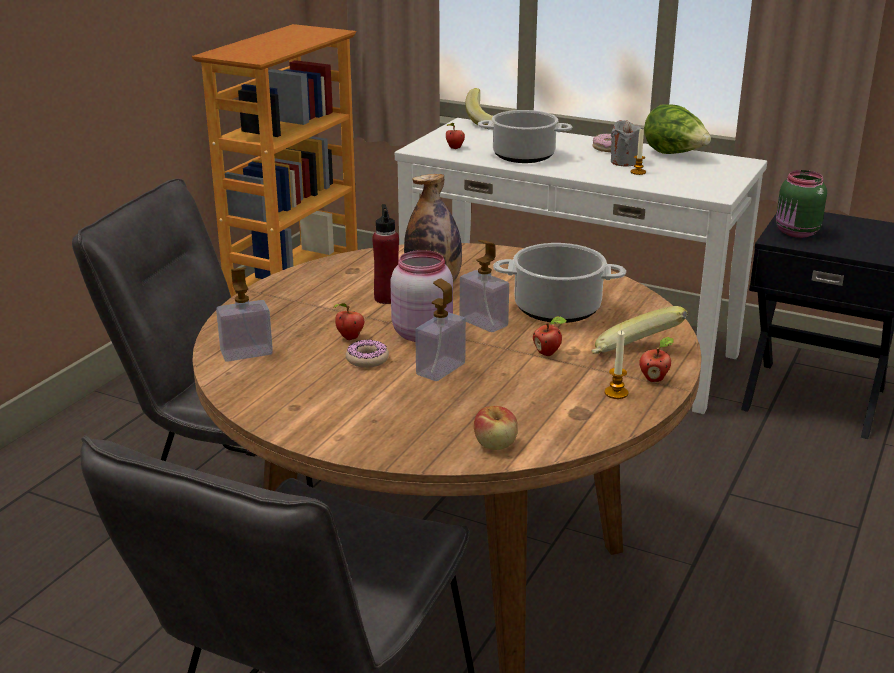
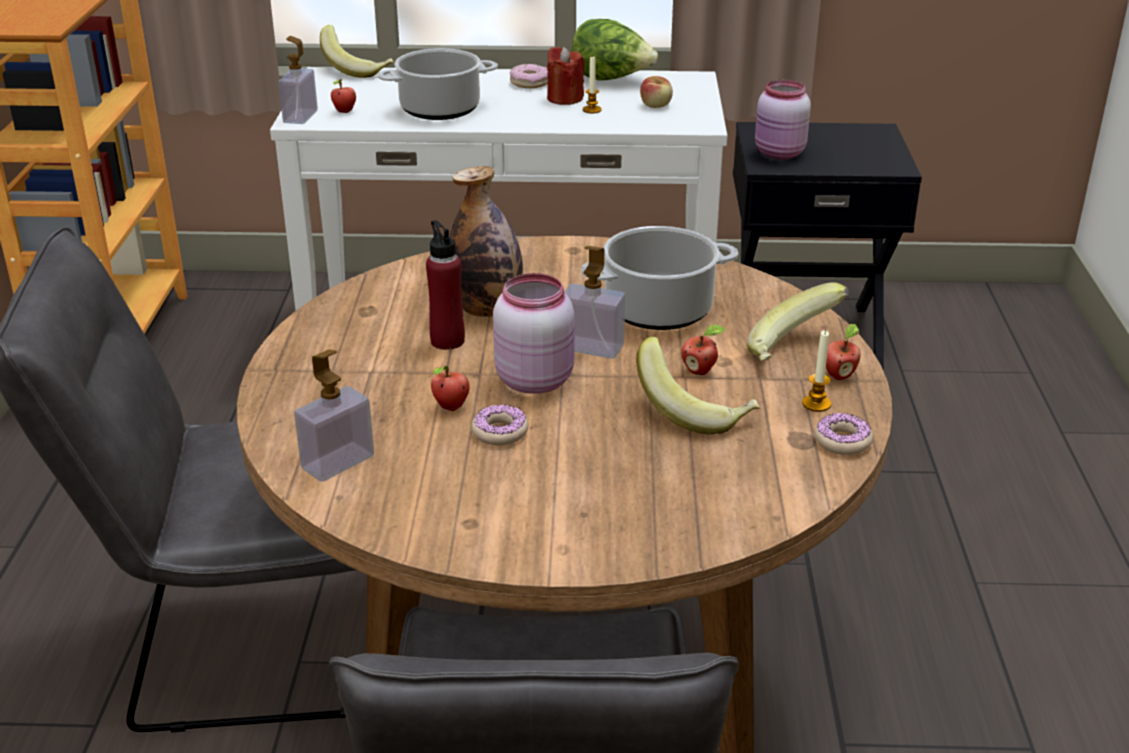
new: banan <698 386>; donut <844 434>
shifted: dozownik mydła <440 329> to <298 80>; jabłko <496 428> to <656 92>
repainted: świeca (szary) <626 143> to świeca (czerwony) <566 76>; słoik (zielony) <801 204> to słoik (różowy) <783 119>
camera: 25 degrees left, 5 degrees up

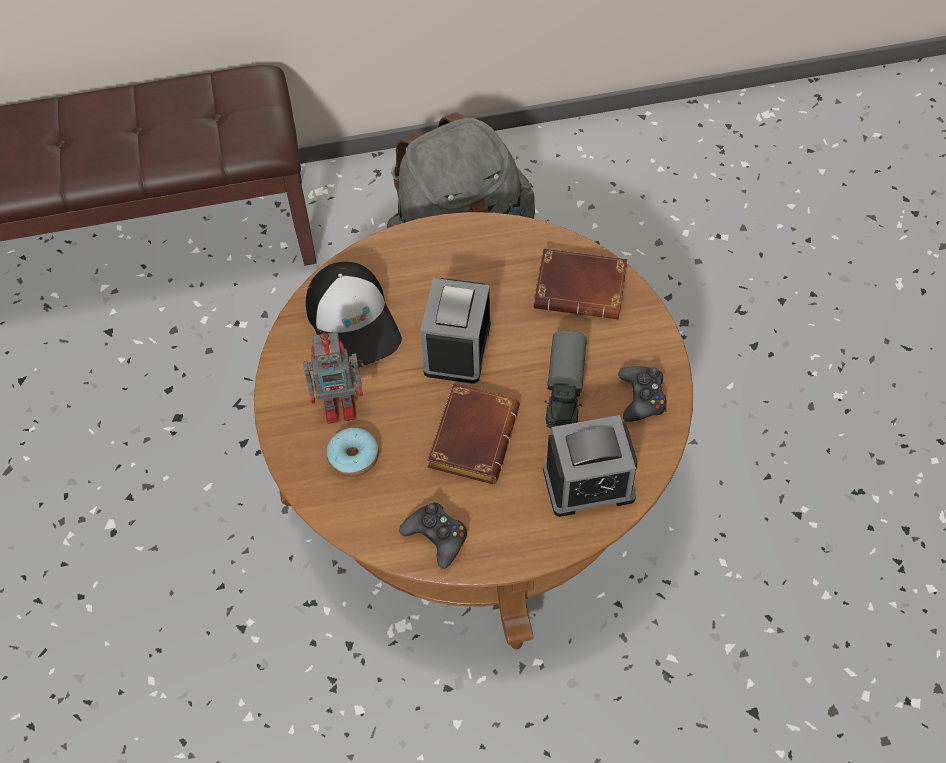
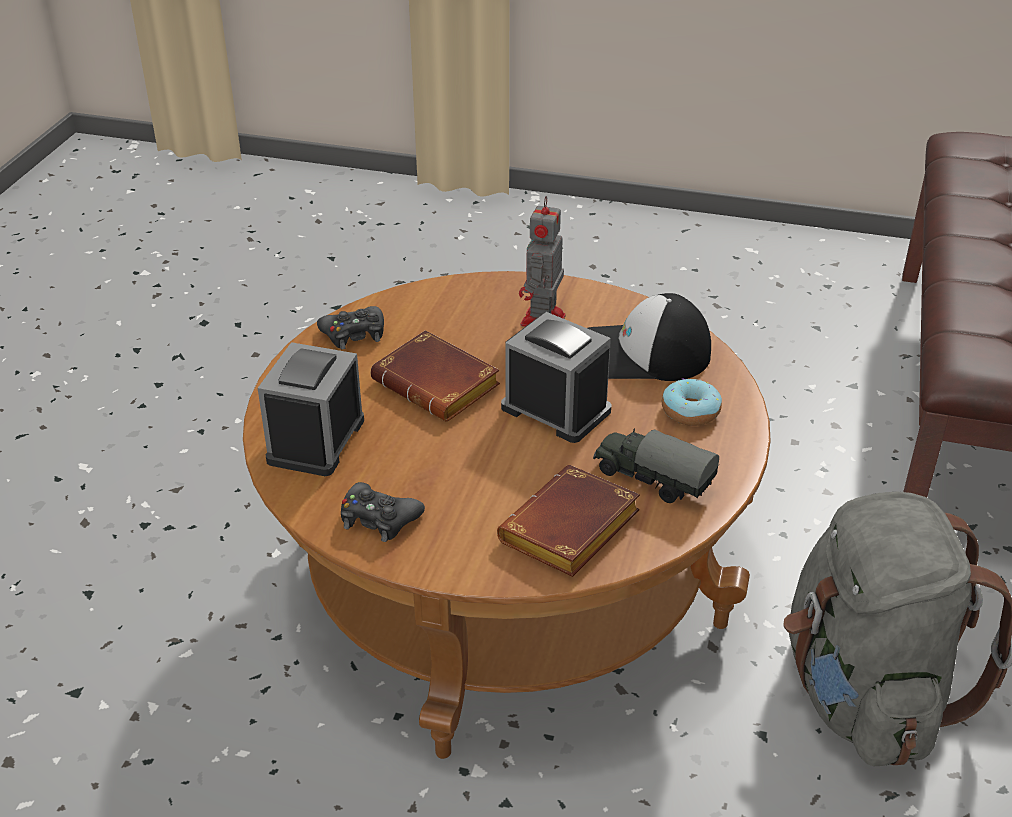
shifted: ciężarówka zabawkowa <566 380> to <656 466>; donut <353 452> to <692 402>
camera: 115 degrees right, 20 degrees down

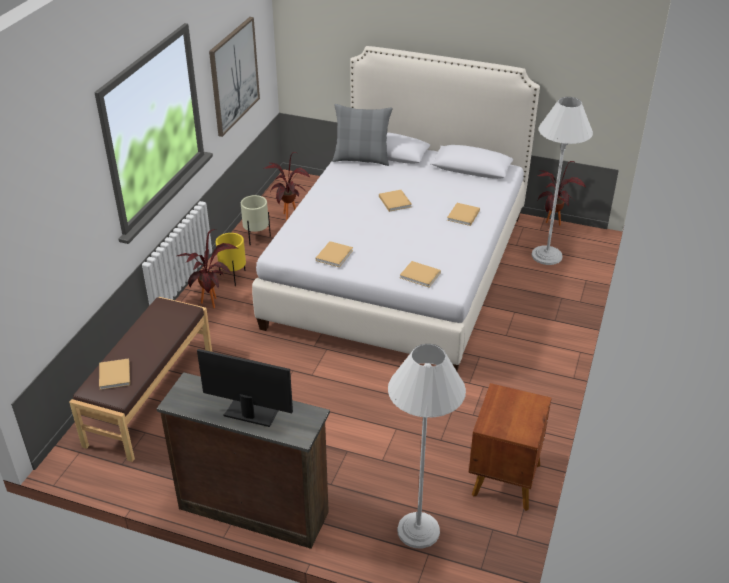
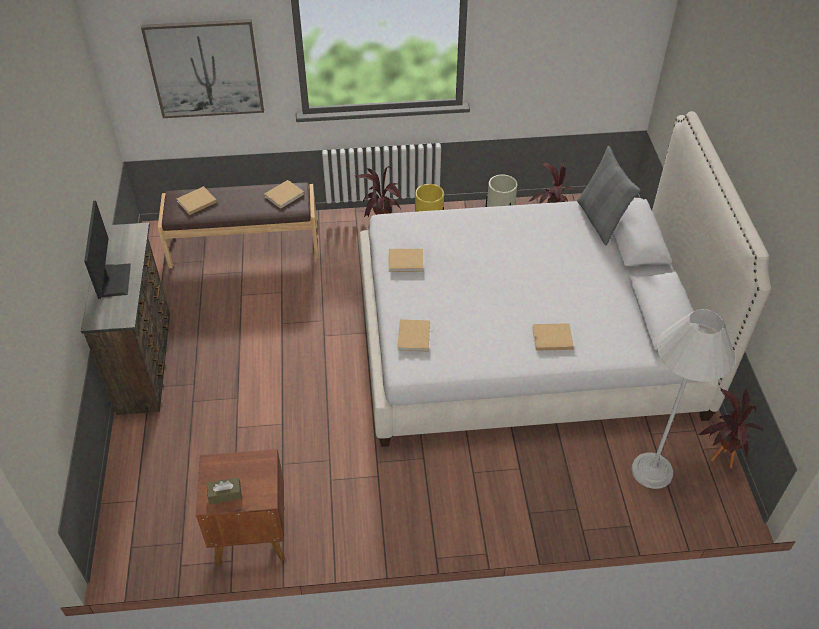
gone: lampa stojąca (biały) <427 446>
new: pudełko chusteczek (brązowy) <224 490>
shifted: obraz <234 77> to <202 68>; książka (beżowy) <395 201> to <284 194>
camera: 65 degrees right, 10 degrees up

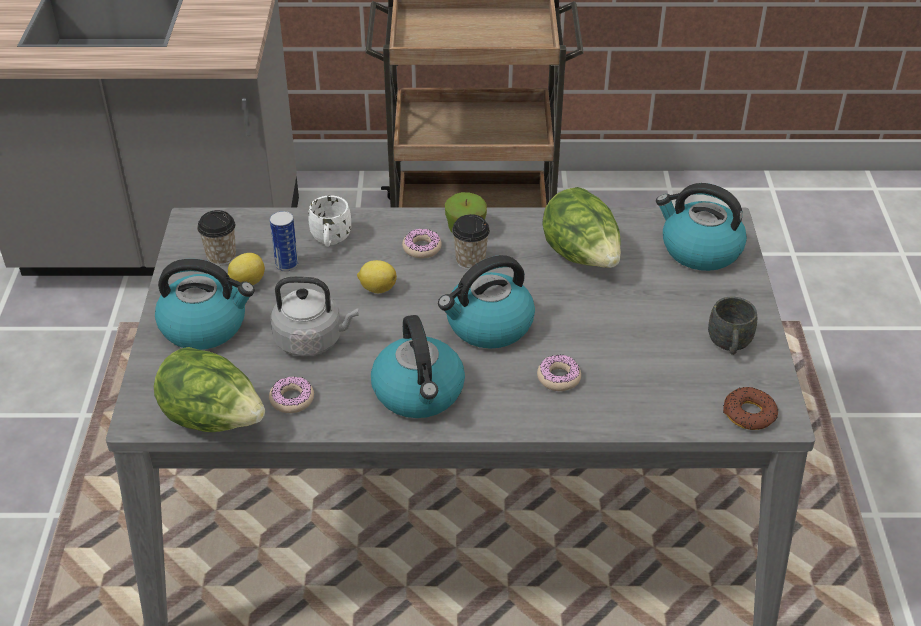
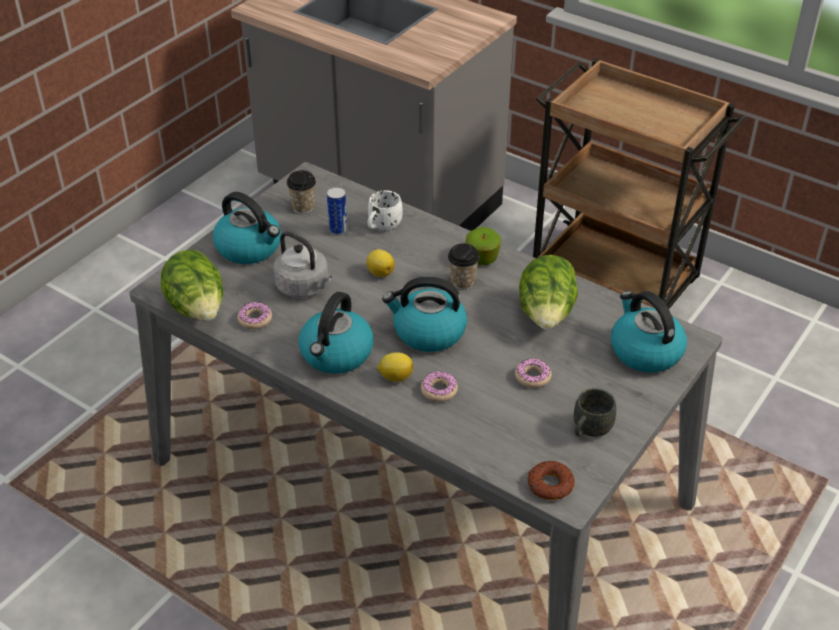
shifted: donut <422 244> to <533 373>; cytryna <246 269> to <395 367>
camera: 35 degrees right, 0 degrees up

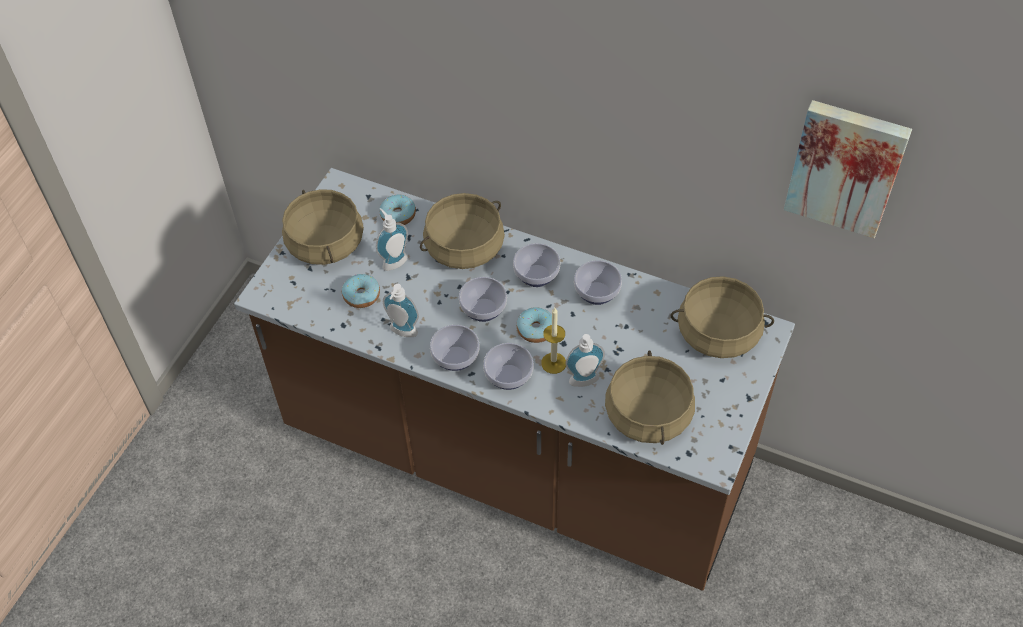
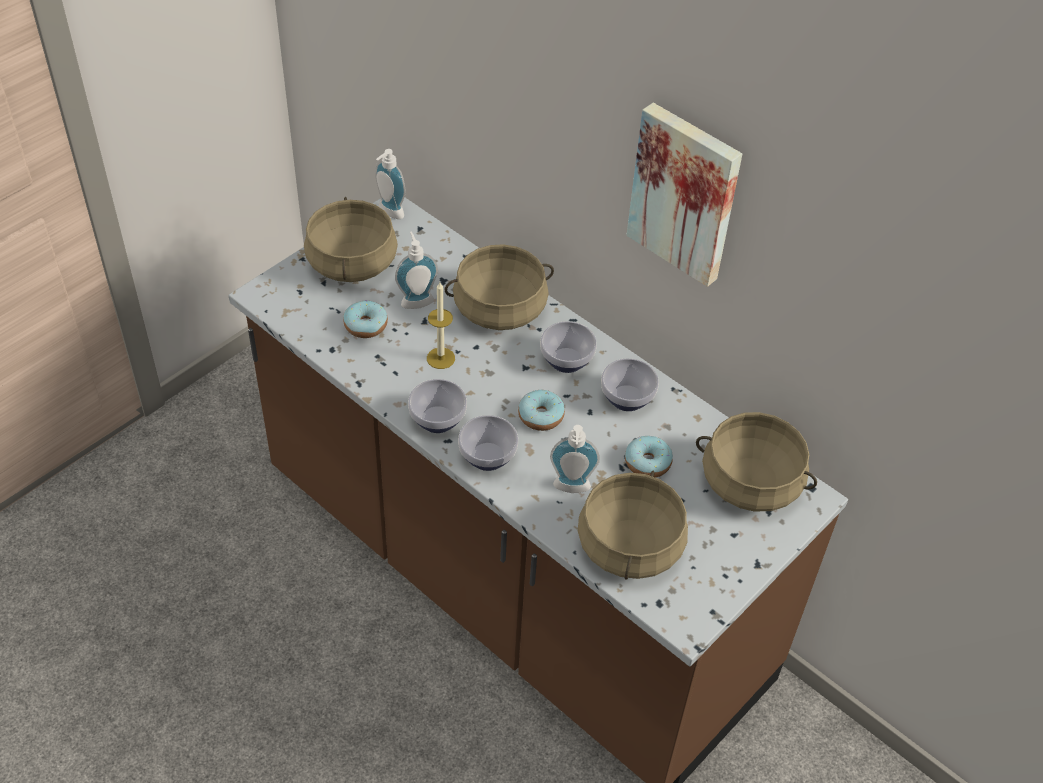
gone: miska <483 299>
shifted: obraz <848 169> to <684 195>; donut <398 209> to <649 457>; dozownik mydła <401 310> to <390 184>; świeca <553 341> to <441 325>
camera: 15 degrees right, 5 degrees down

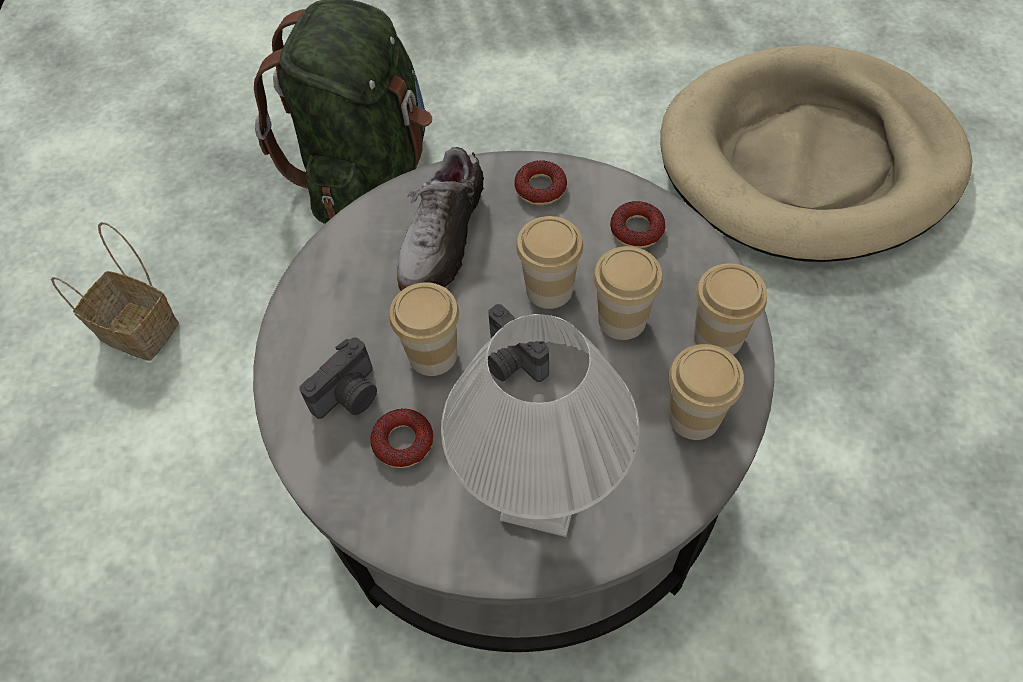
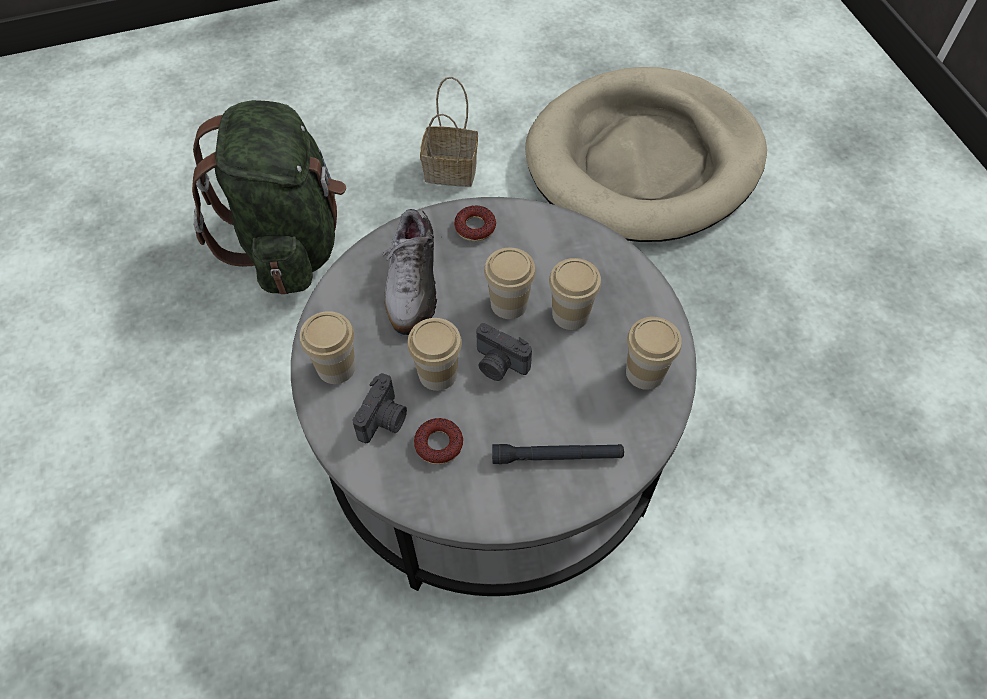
gone: donut <637 224>
shifted: koszyk <115 291> to <449 132>; filiżanka <730 309> to <328 347>
swapped: lampa stołowa (biały) <540 425> to latarka (czarny) <558 454>
camera: 20 degrees left, 0 degrees up

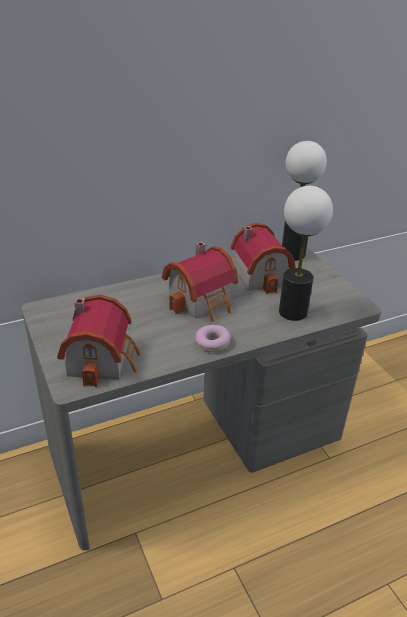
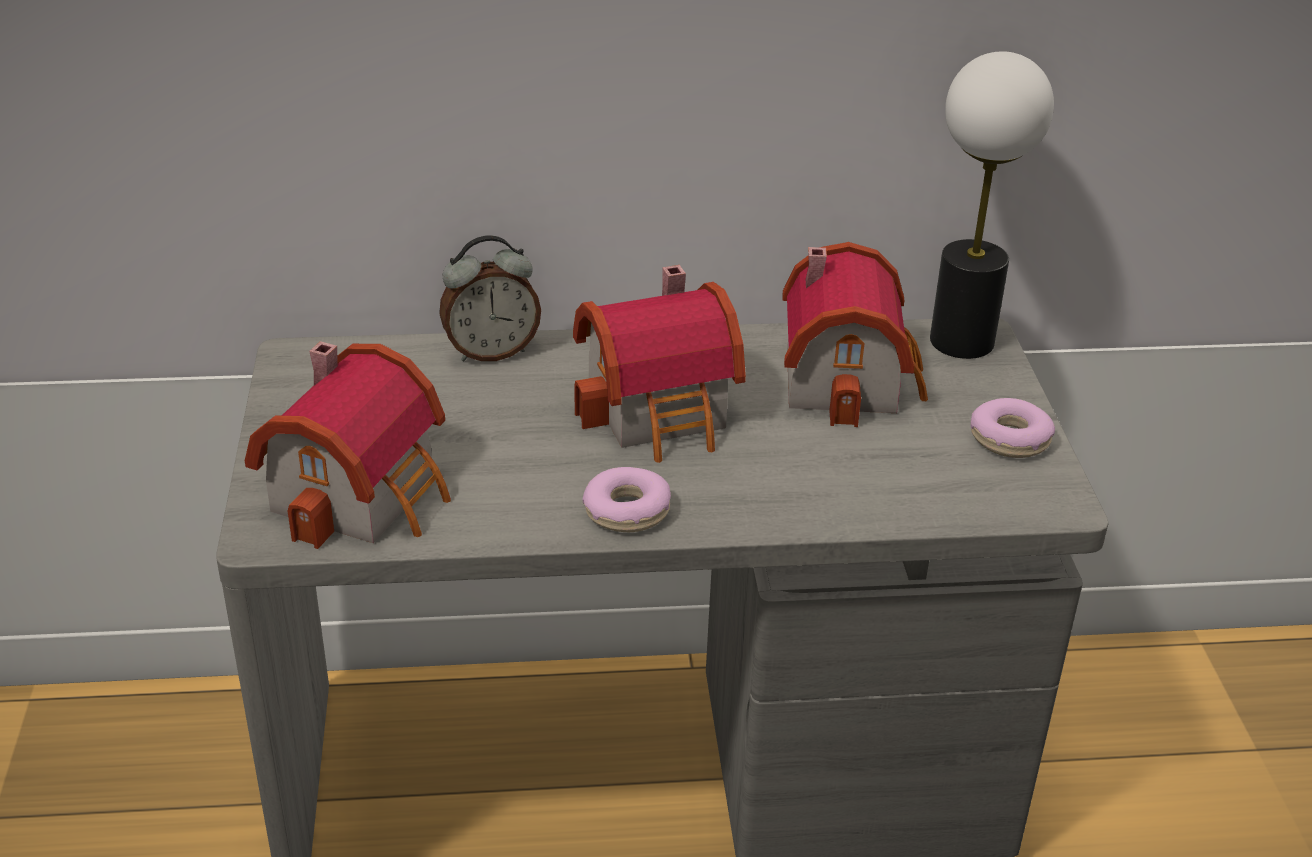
gone: lampa stołowa <306 253>
new: budzik <490 298>; donut <1012 428>
camera: 20 degrees right, 0 degrees up

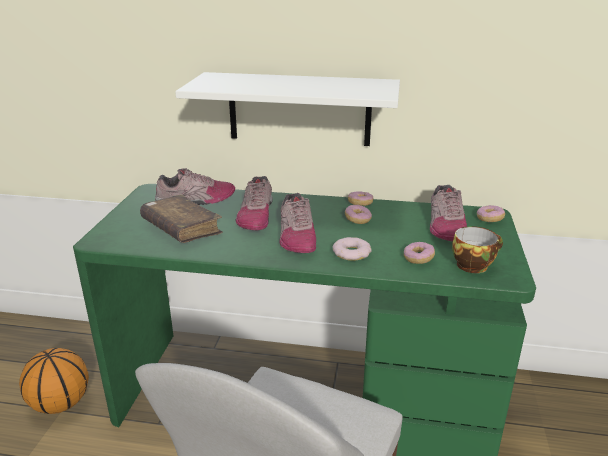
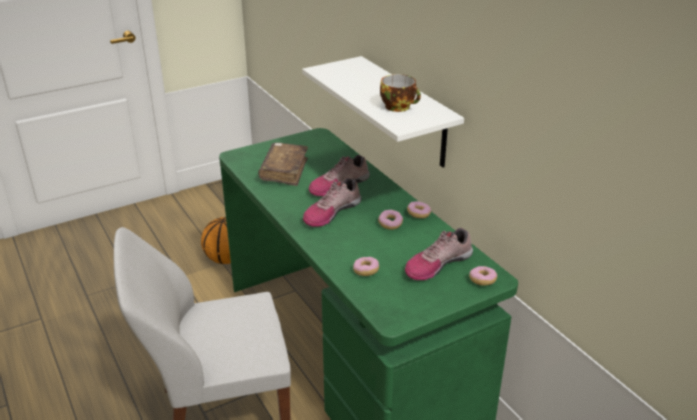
gone: but <195 186>; donut <352 249>
shifted: filiżanka <477 249> to <400 93>
camera: 50 degrees right, 5 degrees up

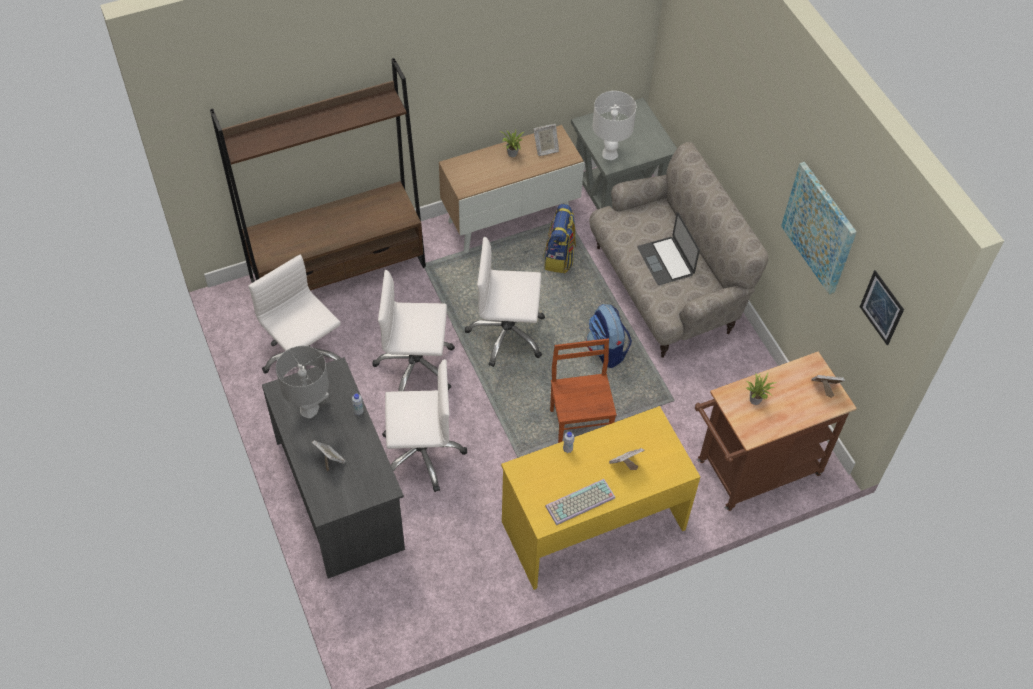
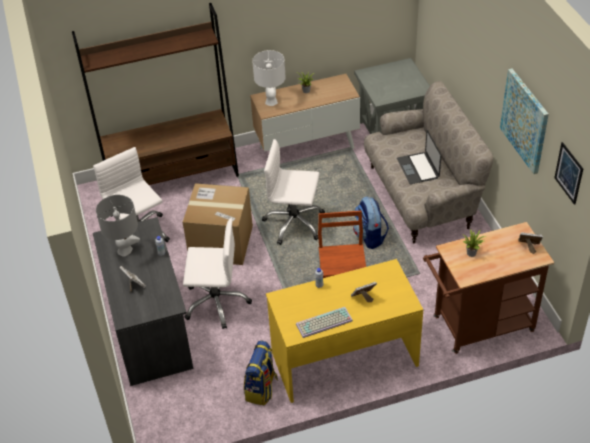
gone: ramka na zdjęcie <546 140>
shifted: lampa stołowa (biały) <614 125> to <269 78>; plecak <559 238> to <261 373>
swapped: krzesło biurowe (biały) <413 330> to karton <218 224>
camera: 10 degrees right, 10 degrees down

